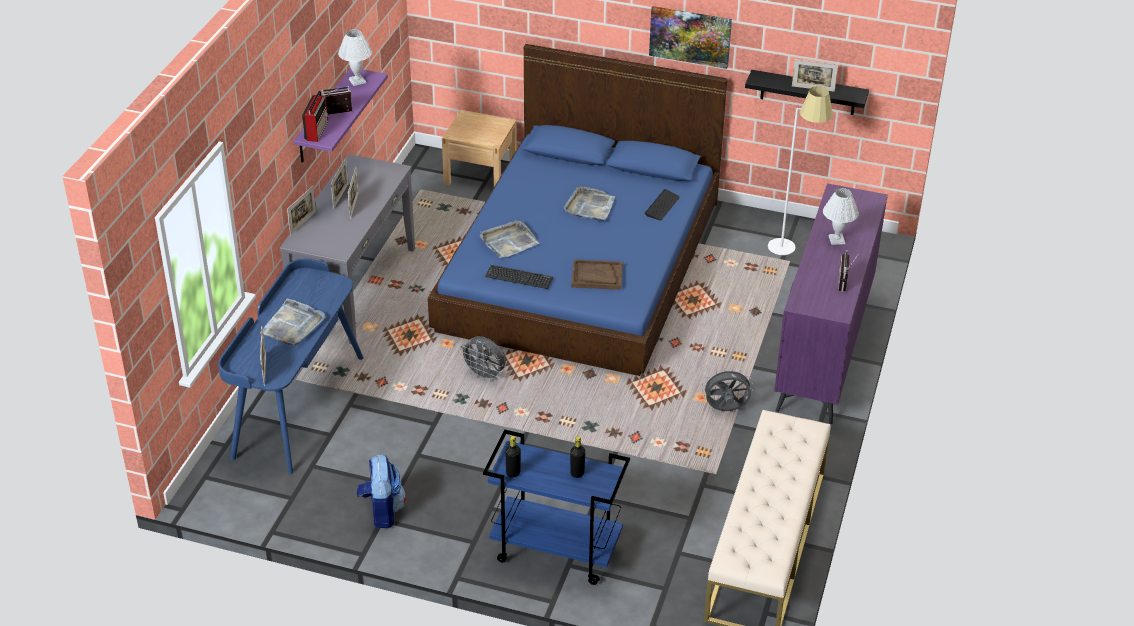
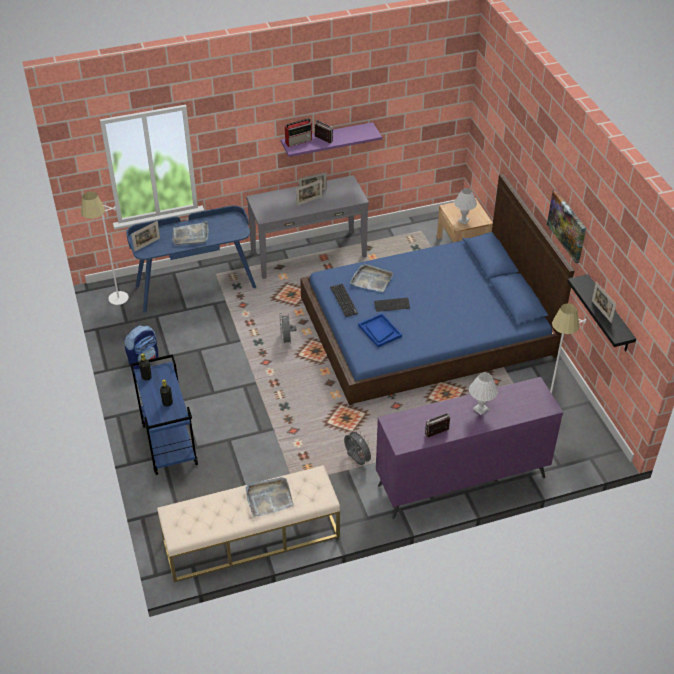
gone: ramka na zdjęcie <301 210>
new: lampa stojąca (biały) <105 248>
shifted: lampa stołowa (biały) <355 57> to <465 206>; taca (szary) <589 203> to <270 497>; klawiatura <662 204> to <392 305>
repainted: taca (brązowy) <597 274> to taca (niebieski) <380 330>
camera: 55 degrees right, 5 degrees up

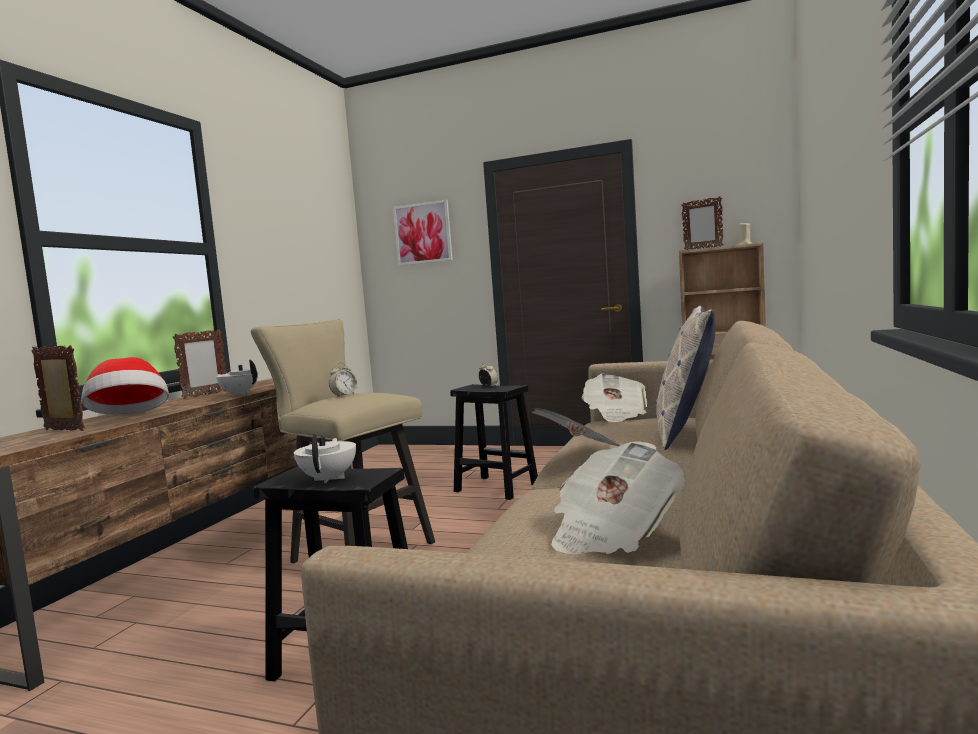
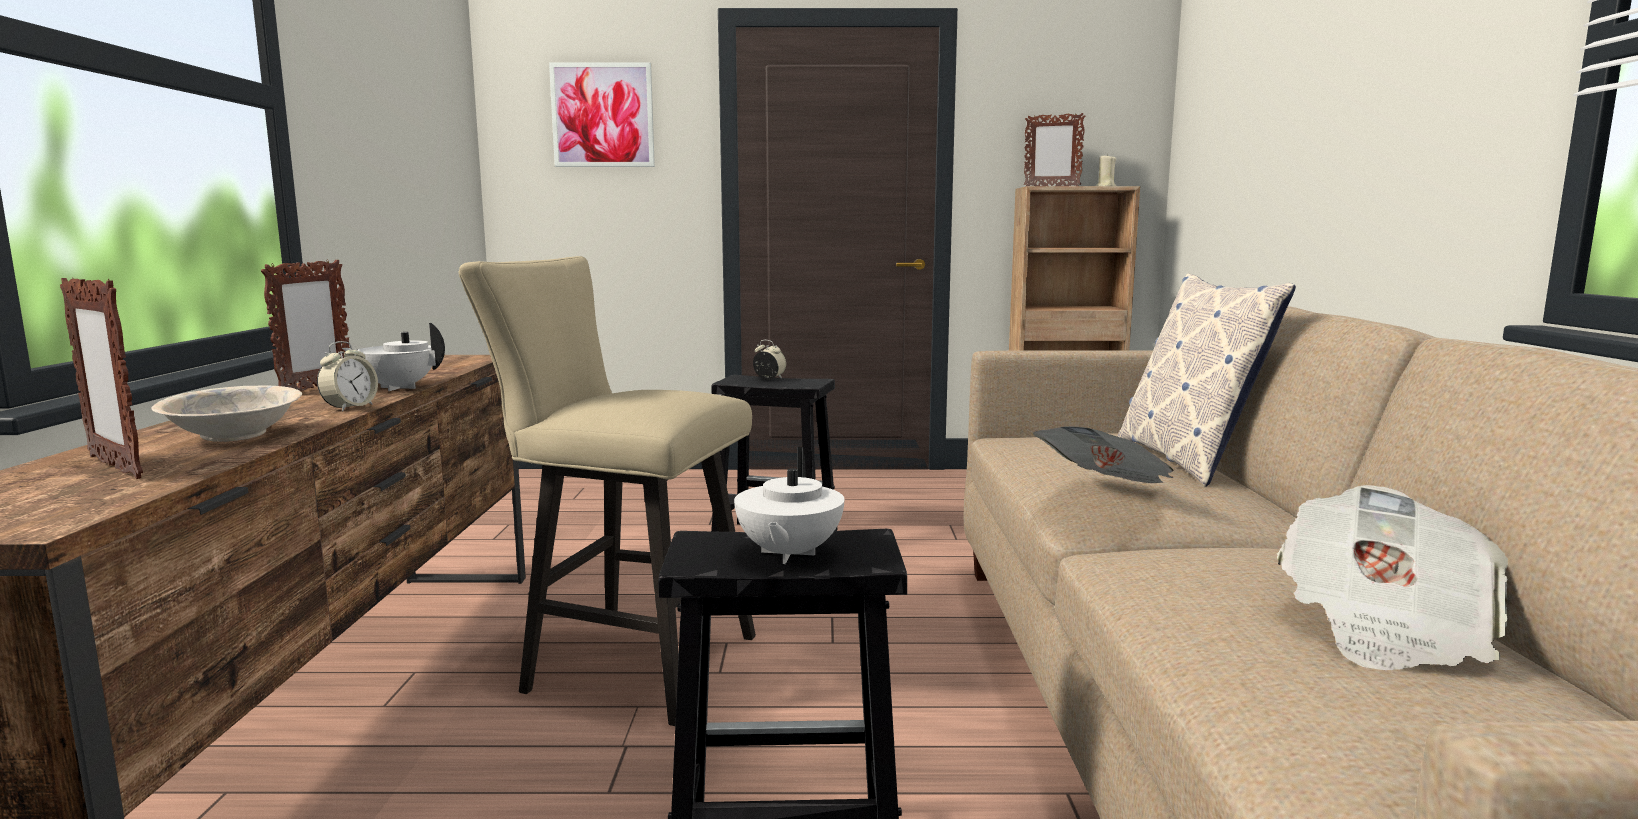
gone: gazeta <614 397>
shifted: budzik <343 379> to <347 376>
swapped: kapelusz <125 385> to miska (beżowy) <227 413>
rotated: ramka na zdjęcie <58 388> = <101 378> 150 degrees counterclockwise; imbryk (biały) <325 459> = <789 505> 150 degrees counterclockwise
camera: 20 degrees left, 5 degrees up

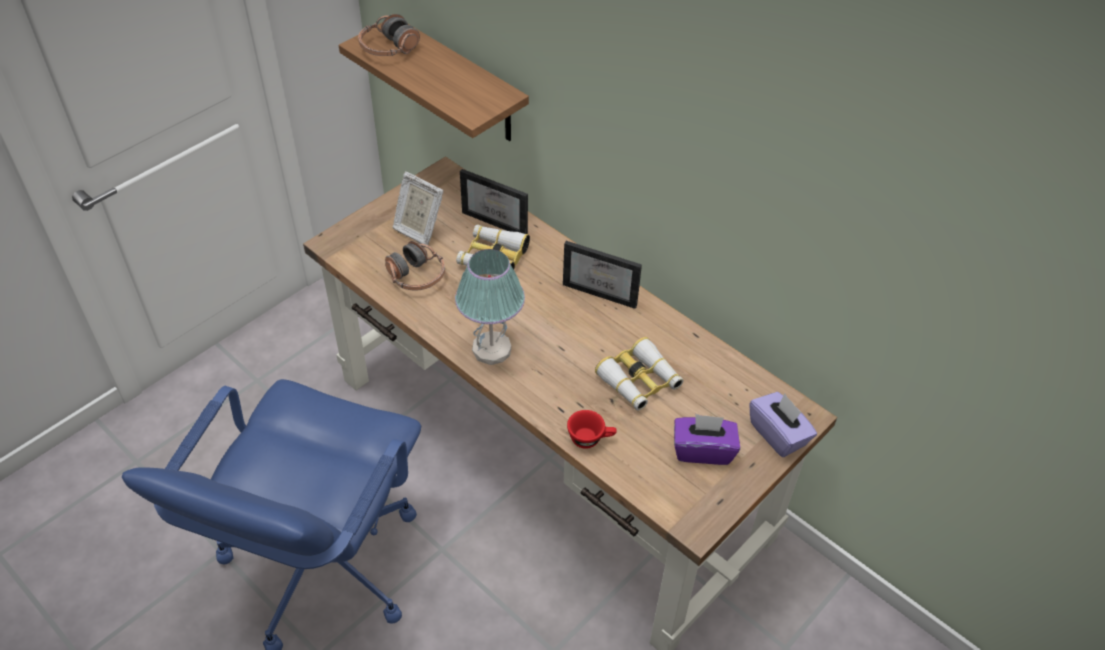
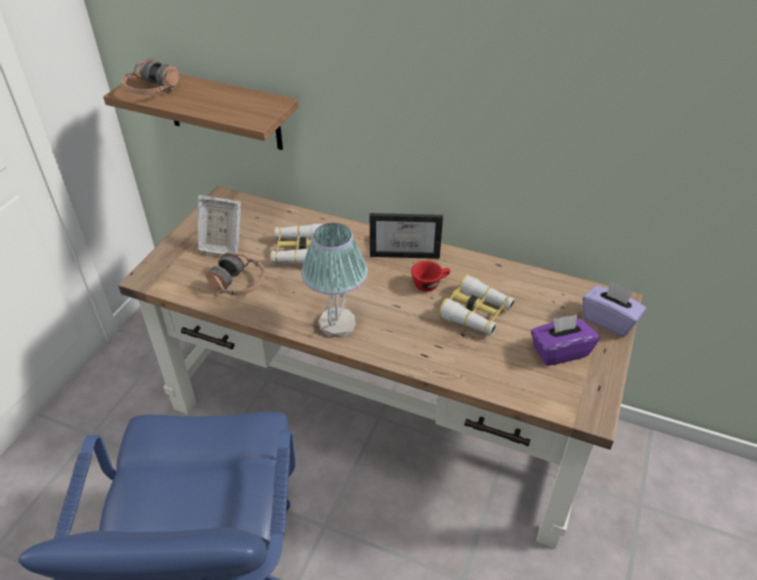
gone: ramka na zdjęcie <494 201>
shifted: filiżanka (czerwony) <592 429> to <430 276>
camera: 20 degrees left, 5 degrees down

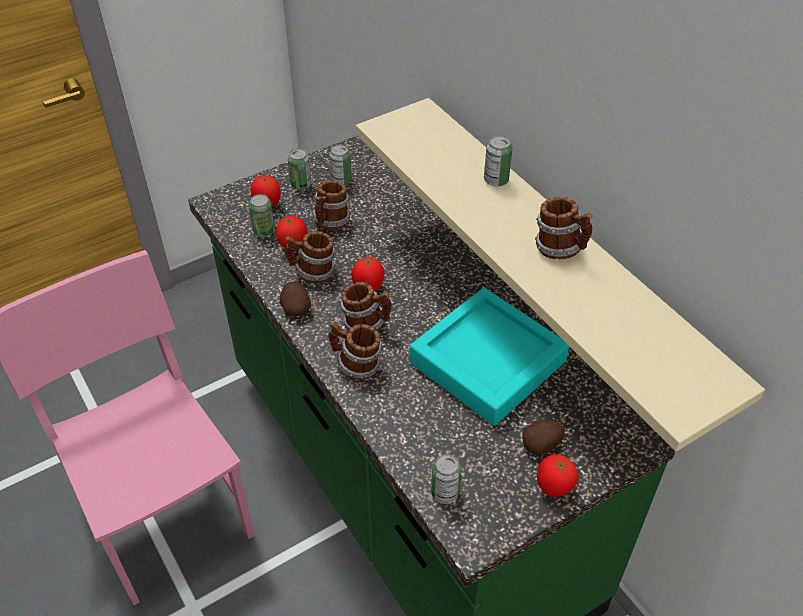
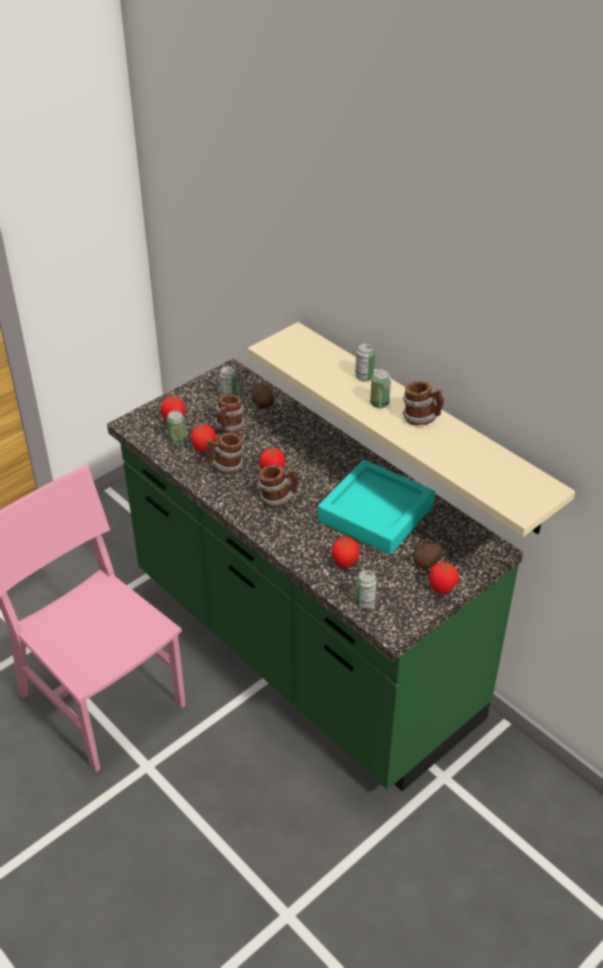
gone: kubek <355 351>
new: pomidor <345 552>
shifted: puszka <299 169> to <380 388>; ziemniak <295 299> to <263 396>
camera: 10 degrees left, 5 degrees down

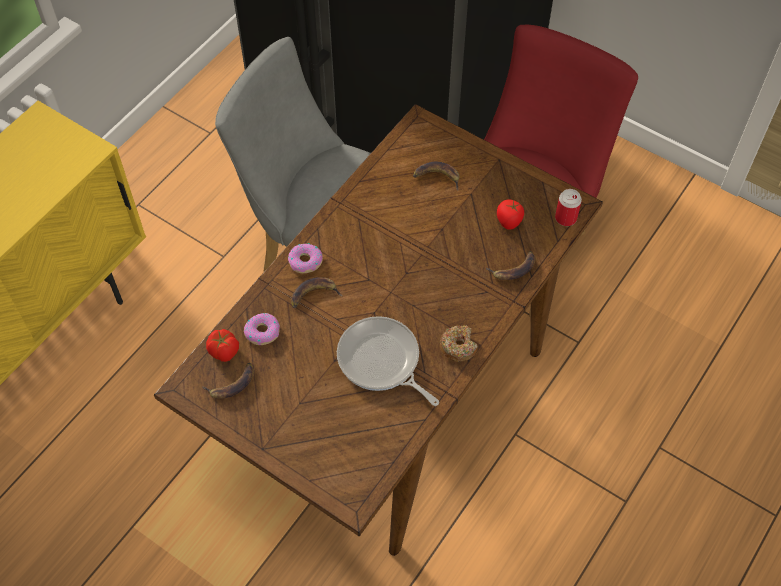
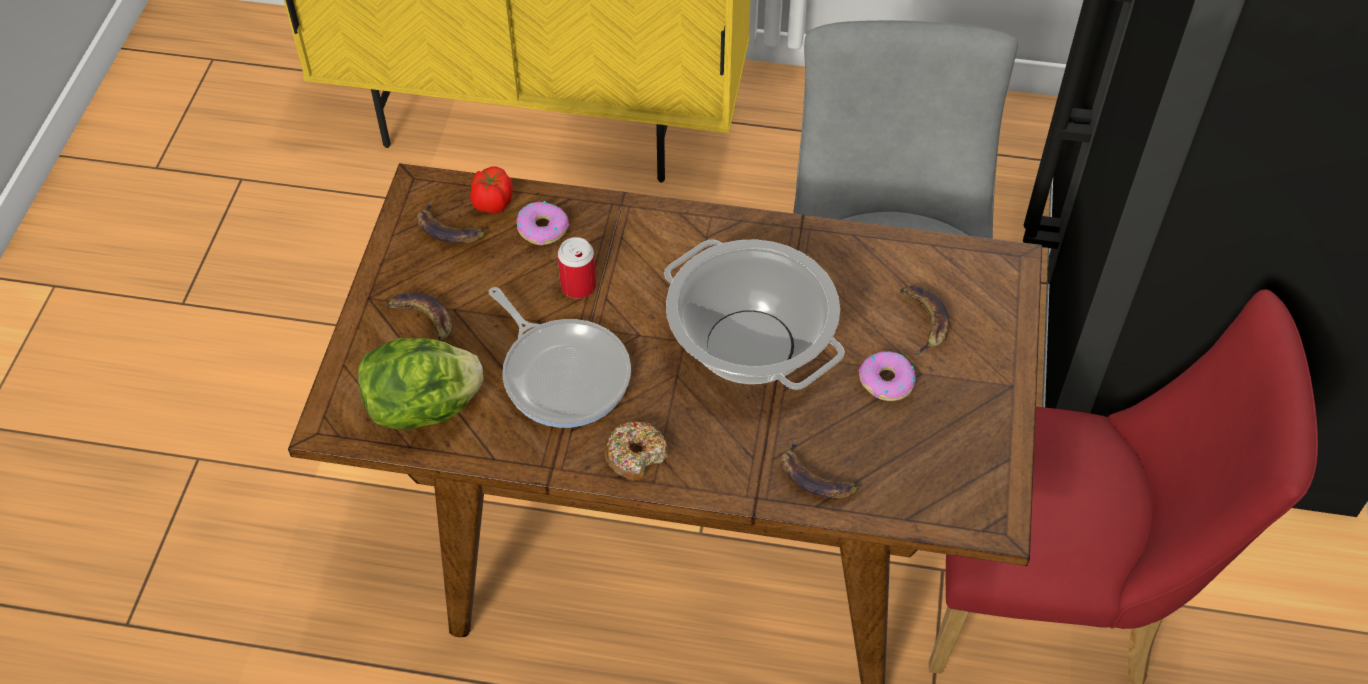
gone: pomidor <510 215>
new: garnek <754 314>; sałata <420 383>
shifted: puszka <568 207> to <577 268>; donut <305 258> to <887 376>; banan <316 292> to <419 317>
rotated: patelnia <388 361> = <560 357> 120 degrees clockwise
camera: 65 degrees right, 5 degrees down

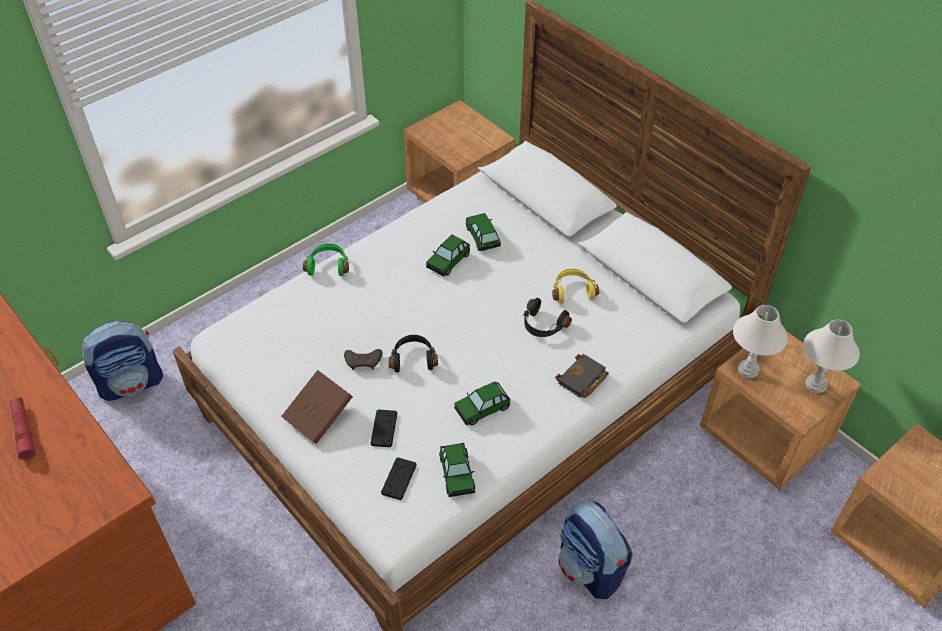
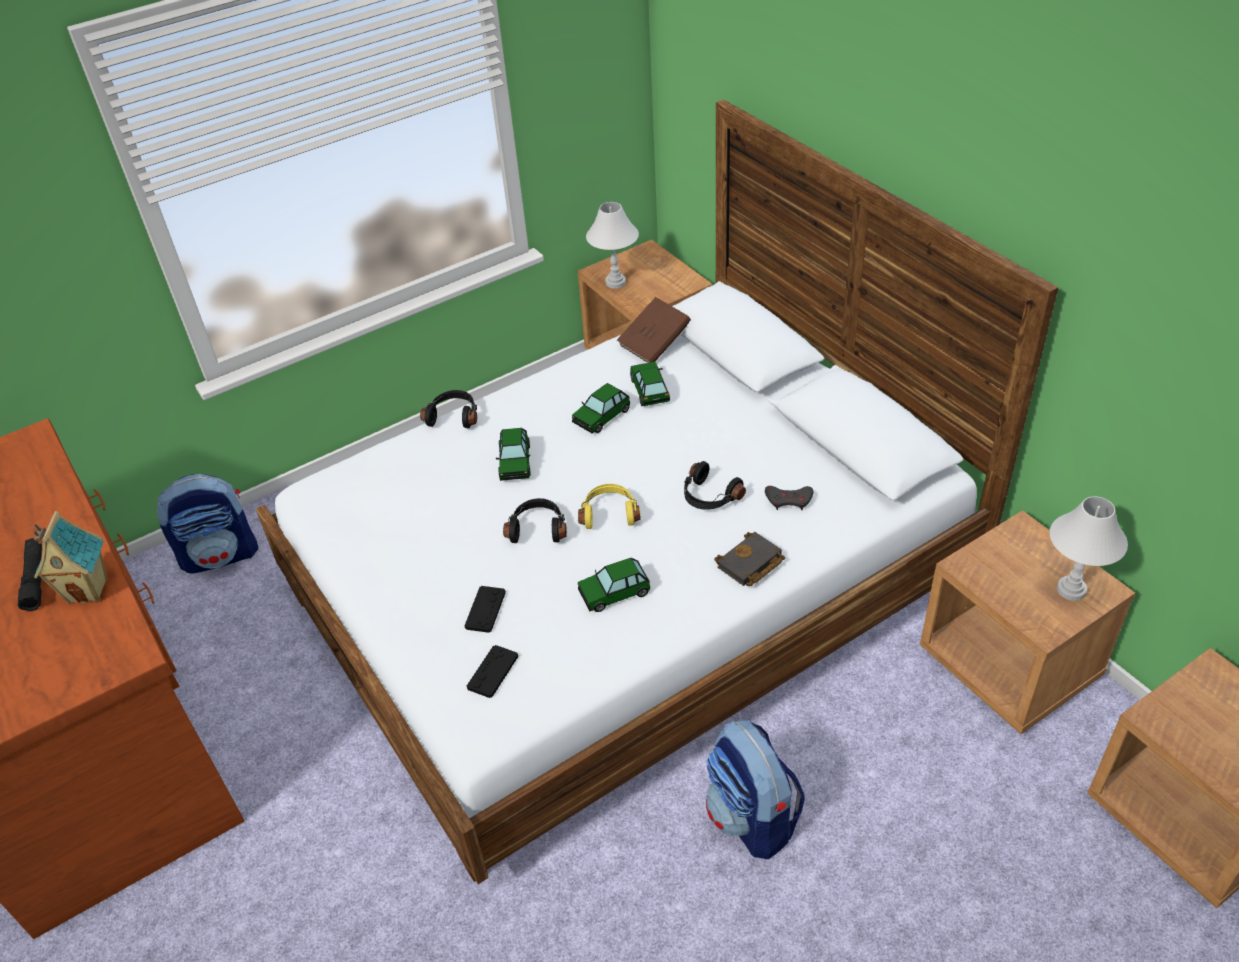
new: domek <70 557>
shifted: słuchawki (żółty) <575 286> to <609 506>; lampa stołowa (biały) <760 341> to <612 245>; pad do gier (szary) <363 359> to <789 498>; książka (brązowy) <317 407> to <654 330>; samochodzik <457 470> to <513 454>
repainted: słuchawki (zielony) <326 260> to słuchawki (czarny) <448 409>; latarka (czerwony) <23 428> to latarka (czarny) <30 574>
camera: 10 degrees right, 5 degrees down

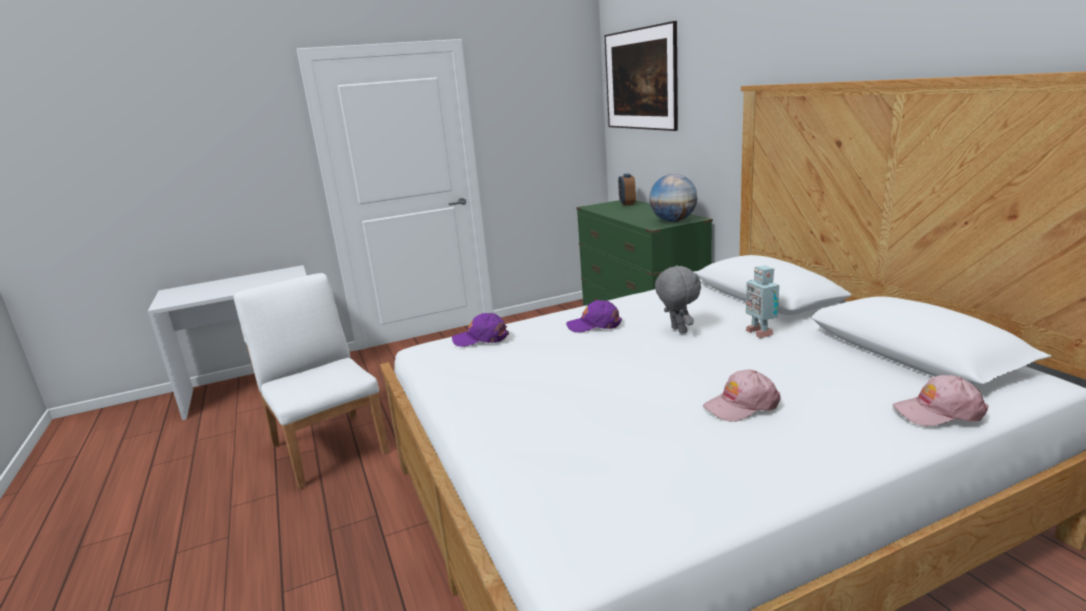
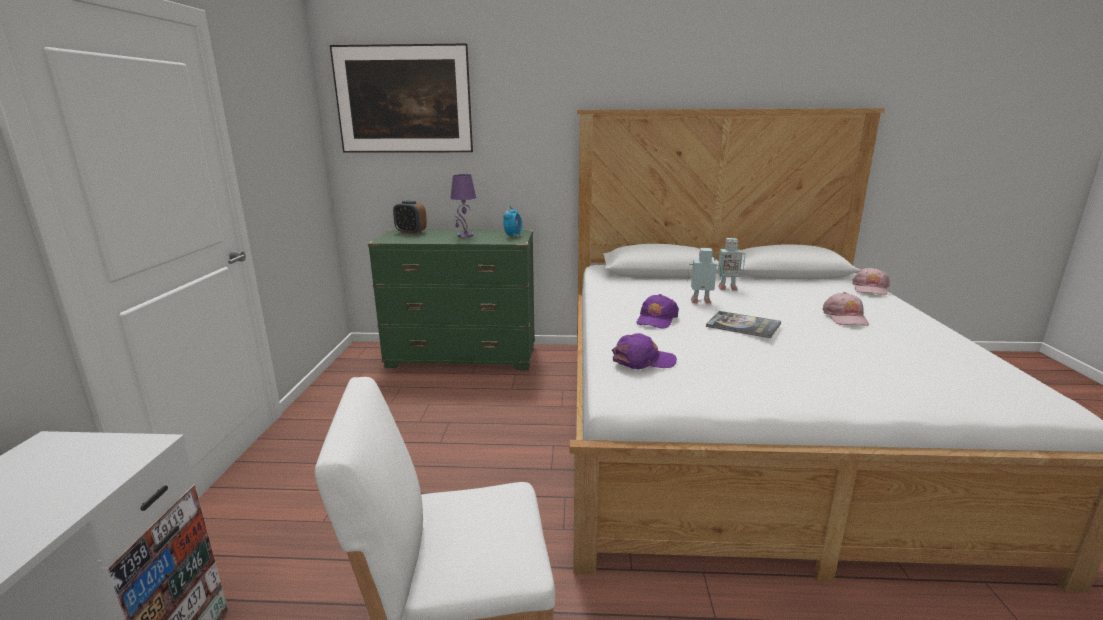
new: lampa stołowa (fioletowy) <463 206>; książka <743 324>
swapped: globus <673 198> to budzik <512 222>; pluszak (szary) <678 299> to robot zabawkowy <704 276>
rotated: czapka z daszkiem (fioletowy) <480 330> = <644 351> 120 degrees counterclockwise
camera: 65 degrees left, 0 degrees up

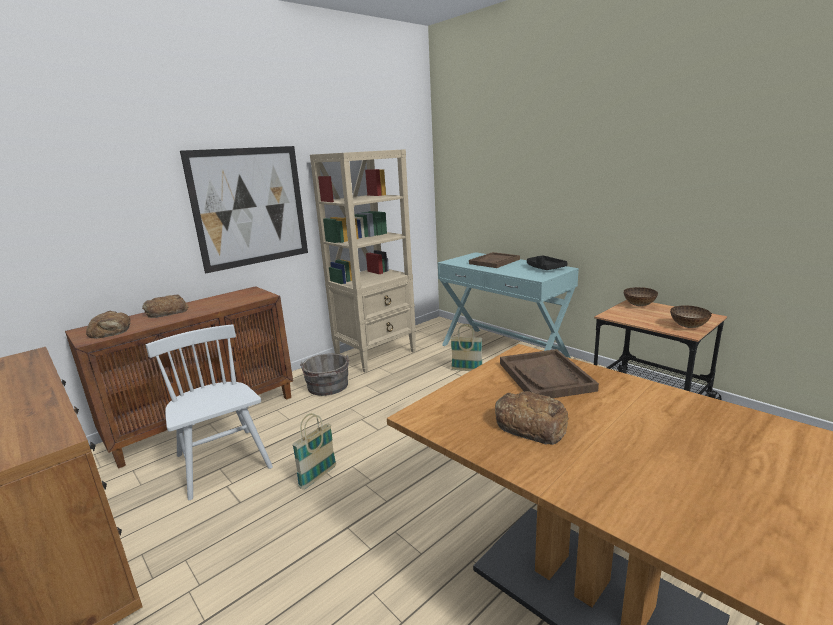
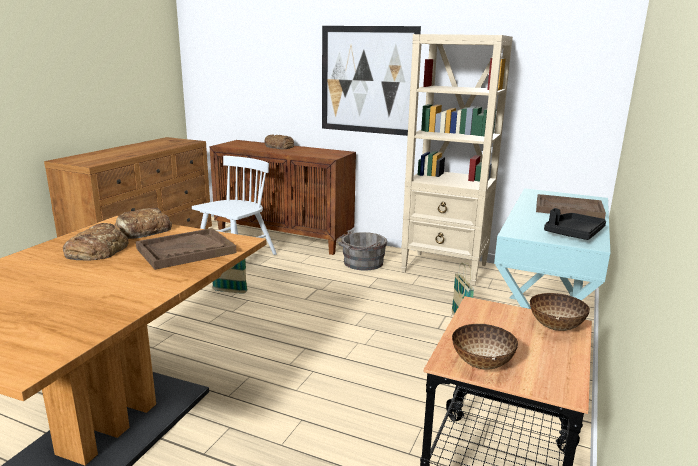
shifted: chleb <108 325> to <143 223>
camera: 65 degrees right, 0 degrees up

